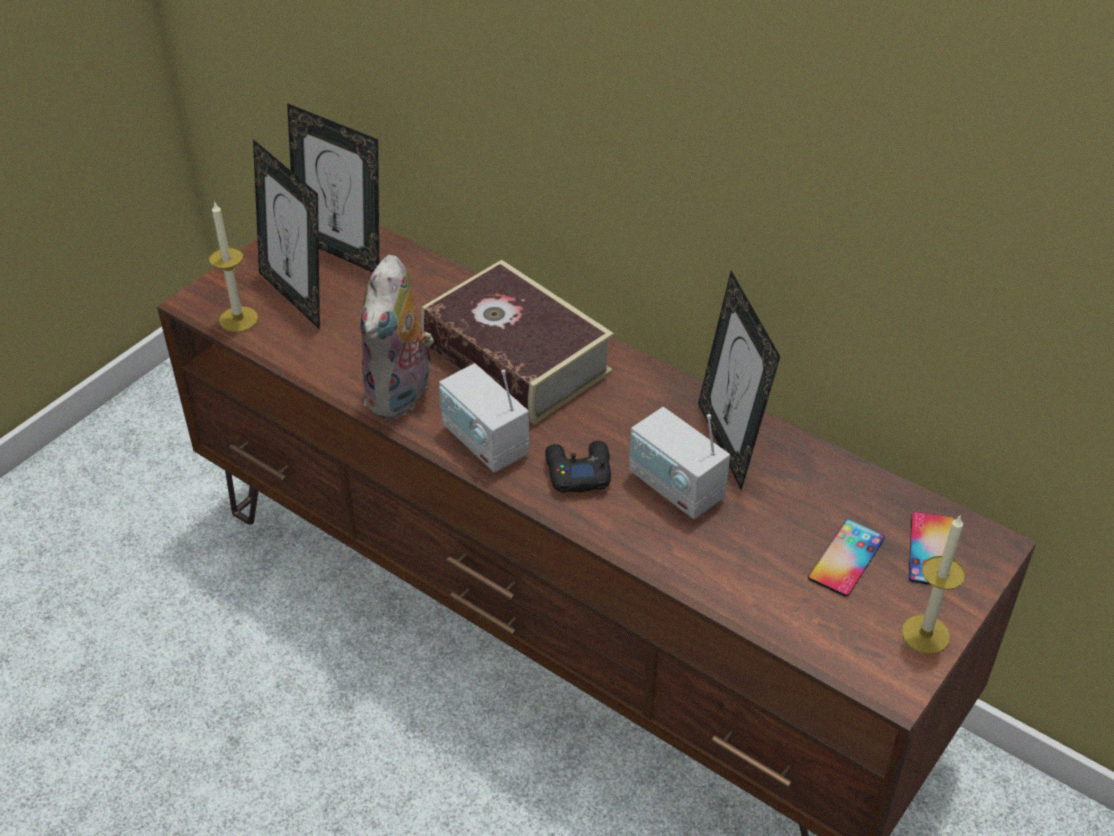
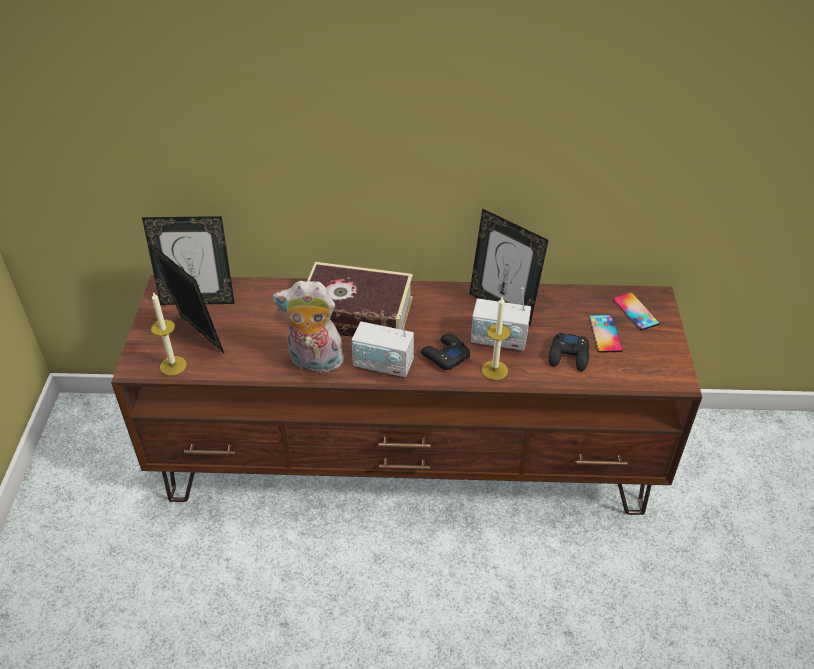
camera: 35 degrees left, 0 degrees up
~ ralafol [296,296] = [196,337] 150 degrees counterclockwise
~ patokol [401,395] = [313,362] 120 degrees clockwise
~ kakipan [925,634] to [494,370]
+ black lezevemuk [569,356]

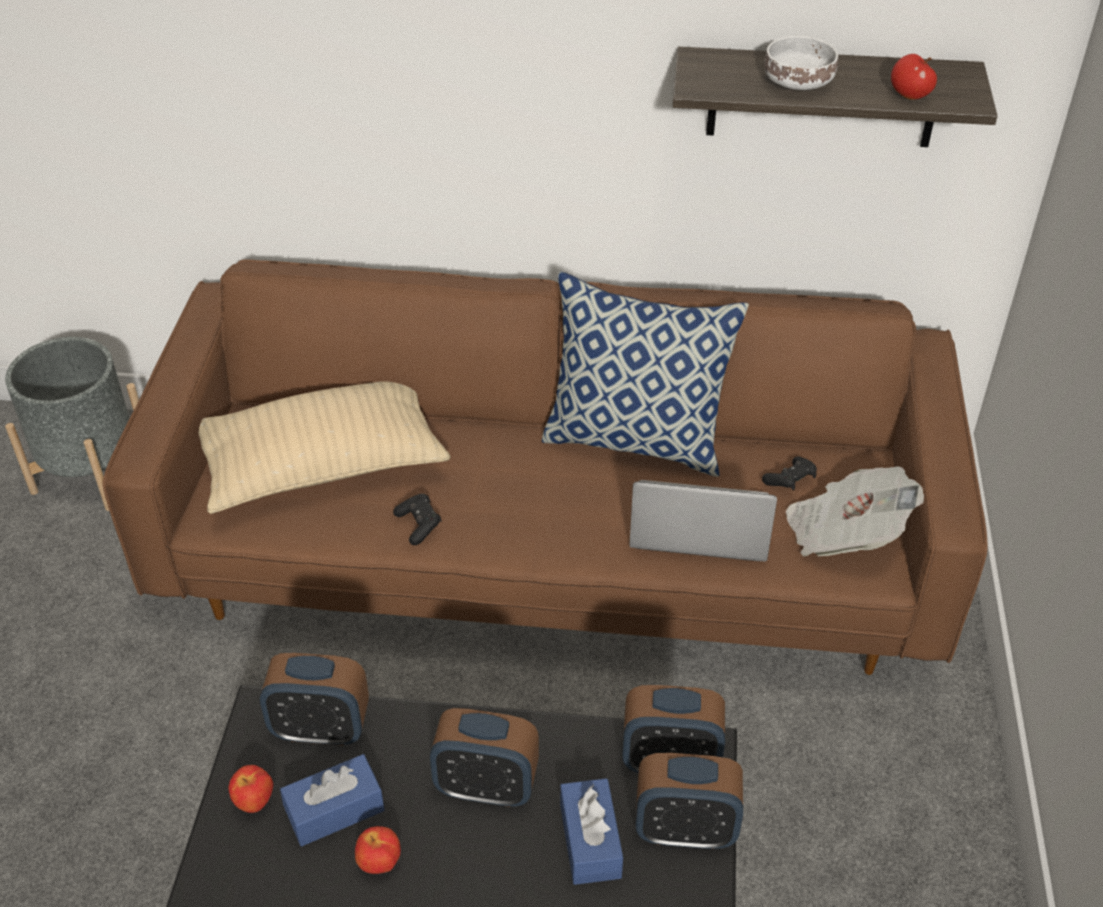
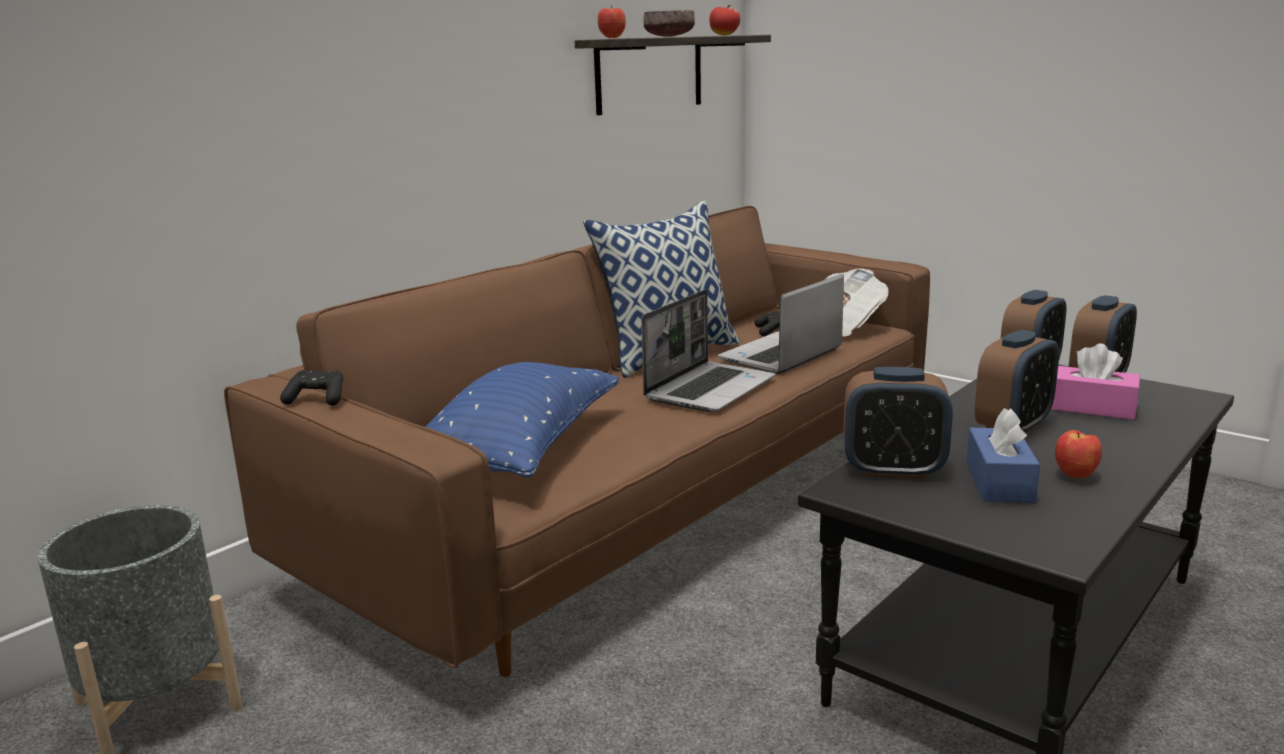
camera: 55 degrees left, 25 degrees down
~ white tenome [799,81] to brown tenome [669,36]
~ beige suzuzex [323,465] to blue suzuzex [517,450]
~ black lezevemuk [419,525] to [317,399]
~ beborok [321,729] = [893,470] 60 degrees clockwise
~ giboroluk [255,802] to [612,38]
~ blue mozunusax [590,841] to pink mozunusax [1092,407]
+ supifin [709,389]

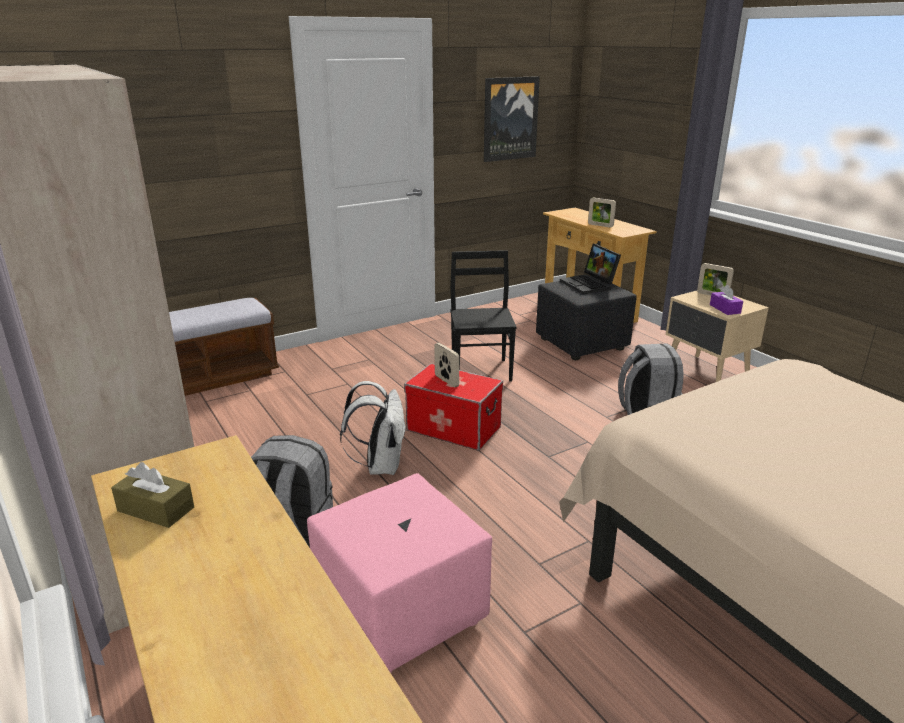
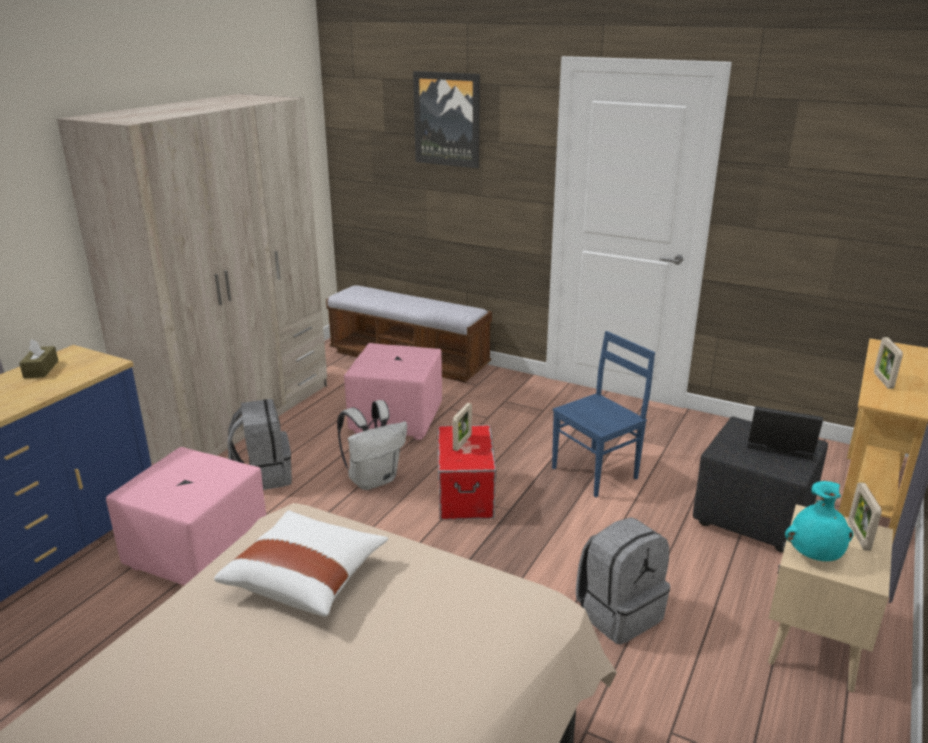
camera: 60 degrees right, 0 degrees up
~ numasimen [510,119] to [447,119]
~ supifin [590,285] = [778,446] 75 degrees clockwise
~ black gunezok [482,370] to blue gunezok [596,473]
~ purple mozunusax [725,309] to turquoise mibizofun [815,555]
+ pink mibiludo [395,421]
+ white suzuzex [307,579]

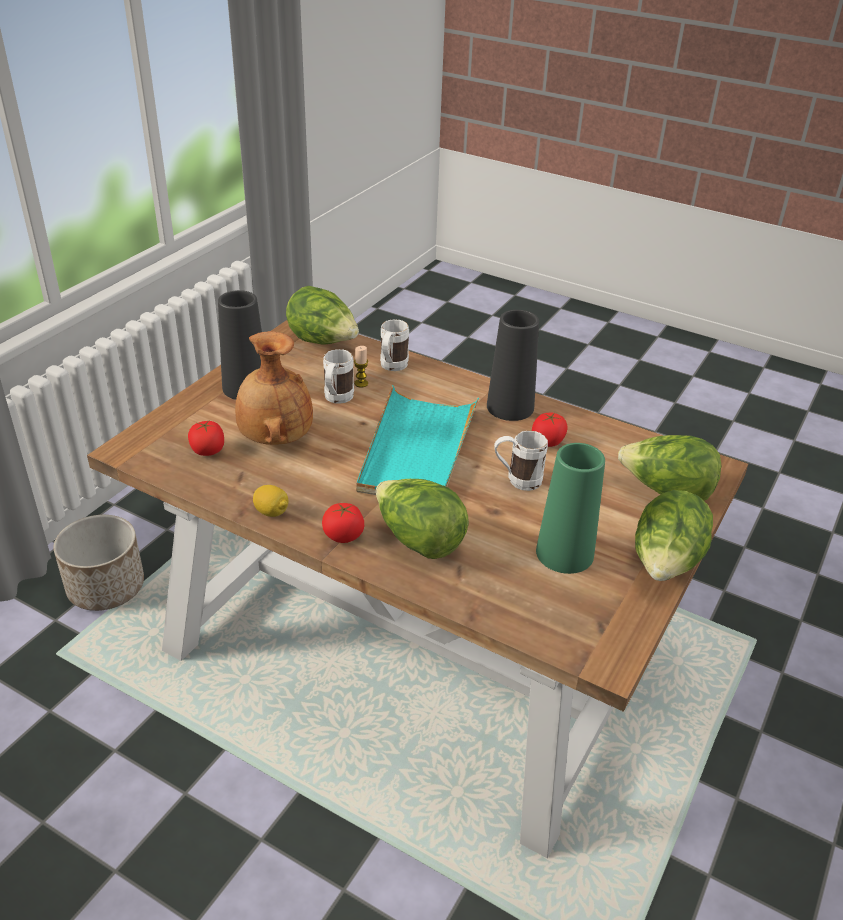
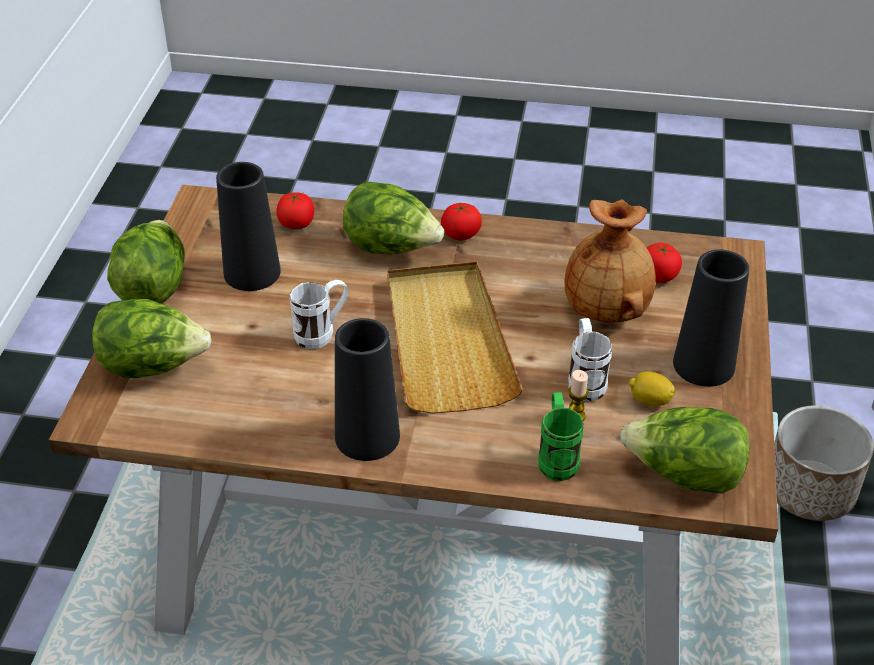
camera: 160 degrees right, 5 degrees up
~ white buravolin [391,367] to green buravolin [557,457]
~ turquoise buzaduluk [417,450] to beige buzaduluk [447,340]
~ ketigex [547,441] to [296,224]
~ green mibizofun [564,553] to black mibizofun [252,272]
~ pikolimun [271,512] to [649,401]

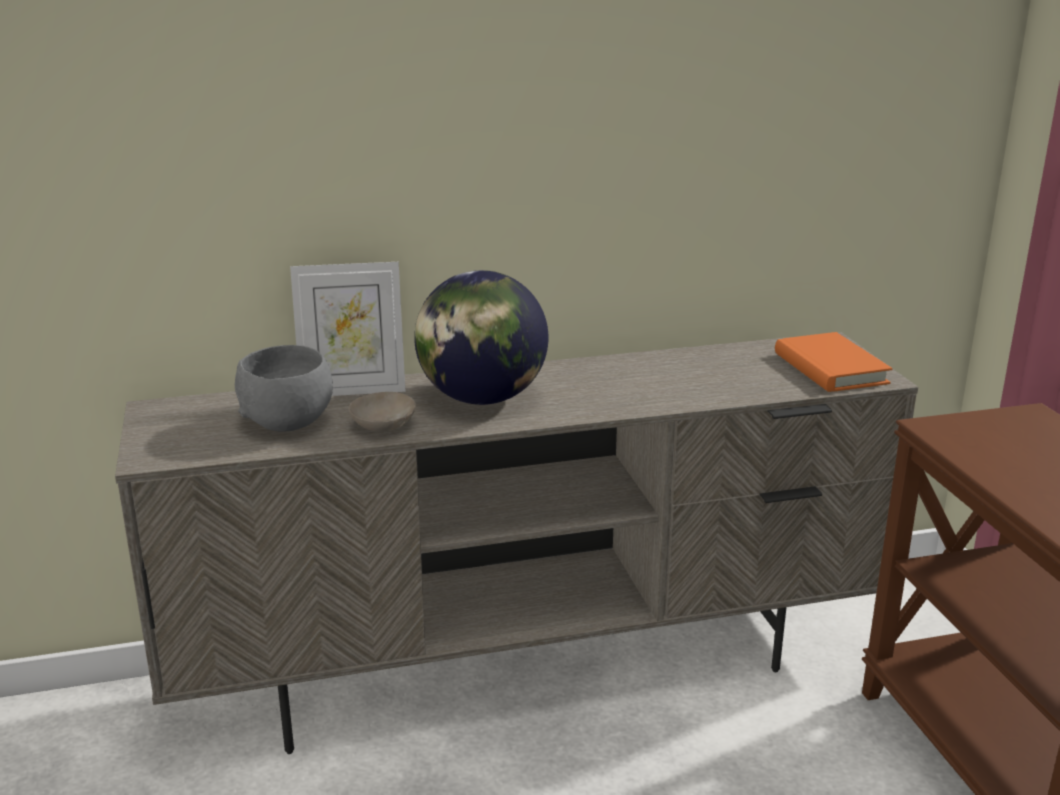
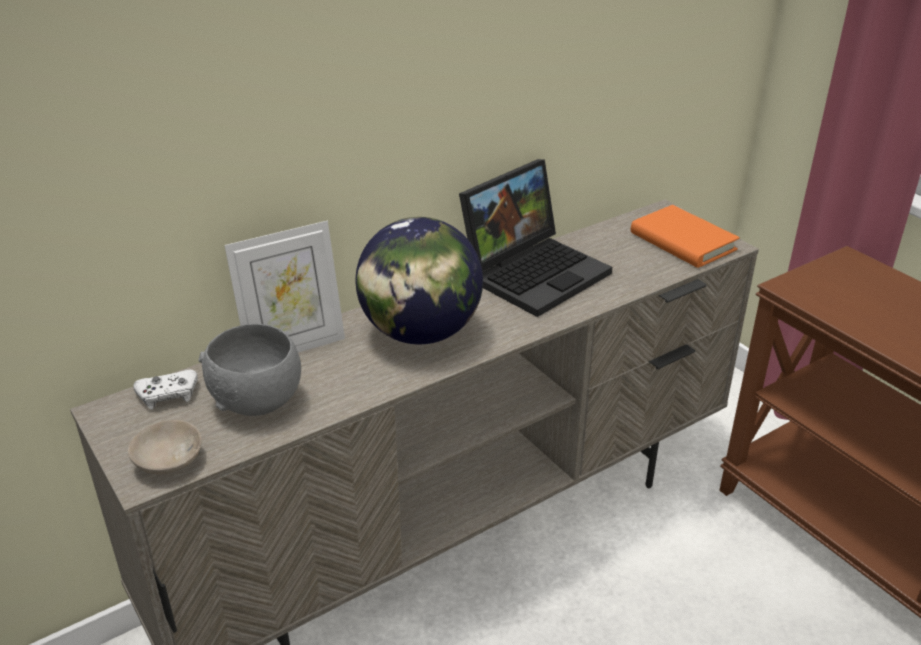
camera: 20 degrees left, 10 degrees up
~ beige tenome [382,425] to [167,460]
+ supifin [535,272]
+ white lezevemuk [168,395]

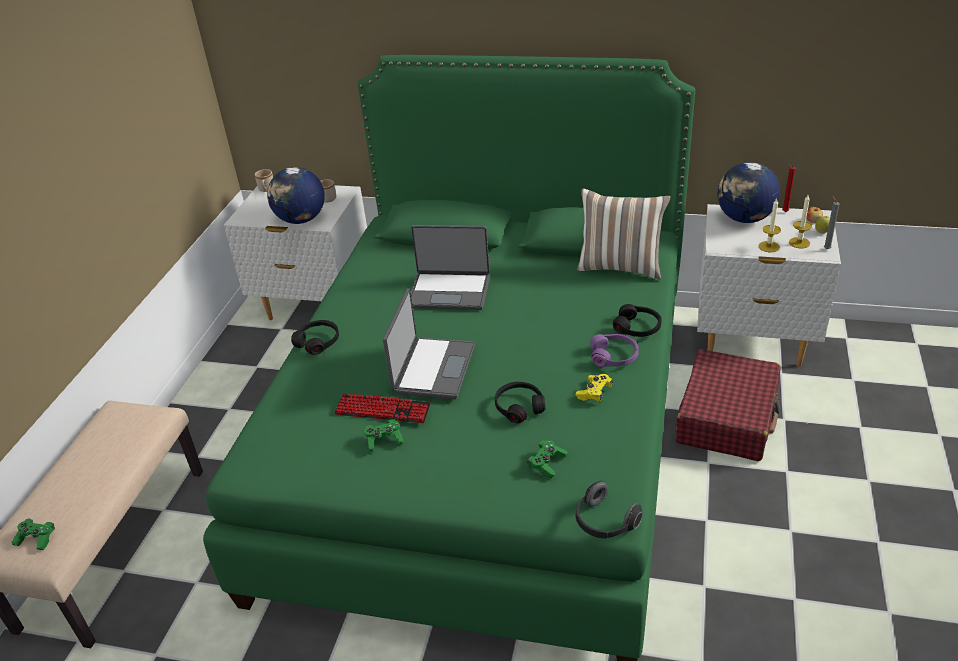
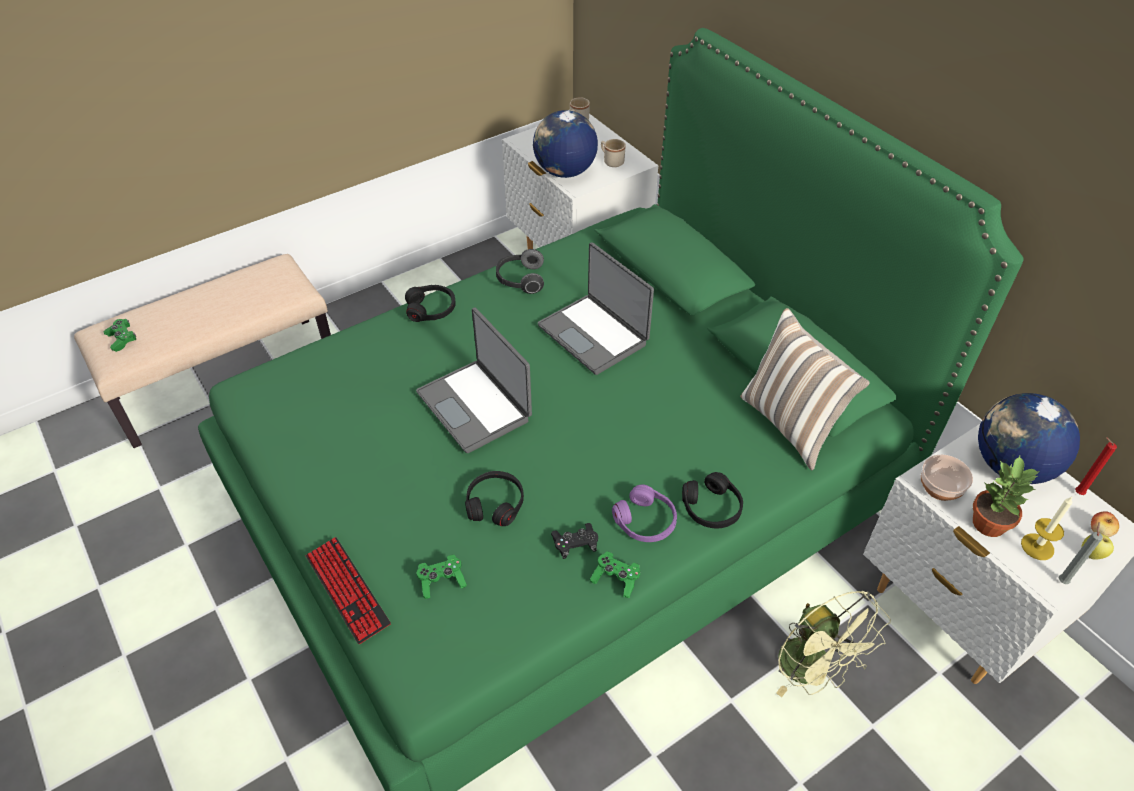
camera: 40 degrees right, 10 degrees up
~ kakipan [769,246] to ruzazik [989,523]
~ supifin [432,369] = [476,406] 90 degrees clockwise
~ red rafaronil [727,417] to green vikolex [812,670]
~ yellow lezevemuk [594,393] to black lezevemuk [575,545]
~ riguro [382,410] to [347,590]
~ green lezevemuk [384,440] to [616,579]
~ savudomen [604,523] to [520,280]
+ tenome [940,488]

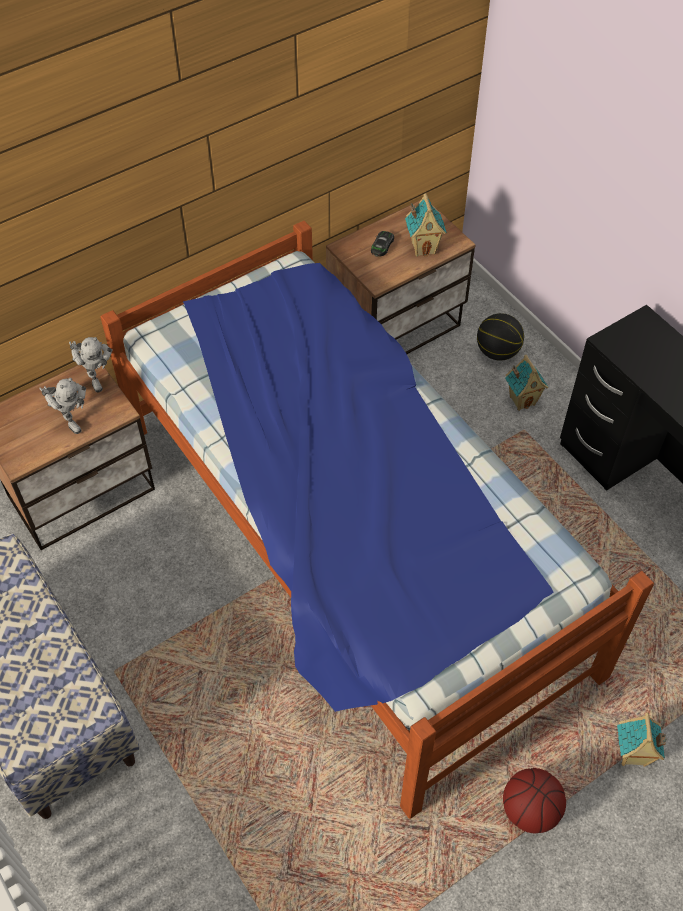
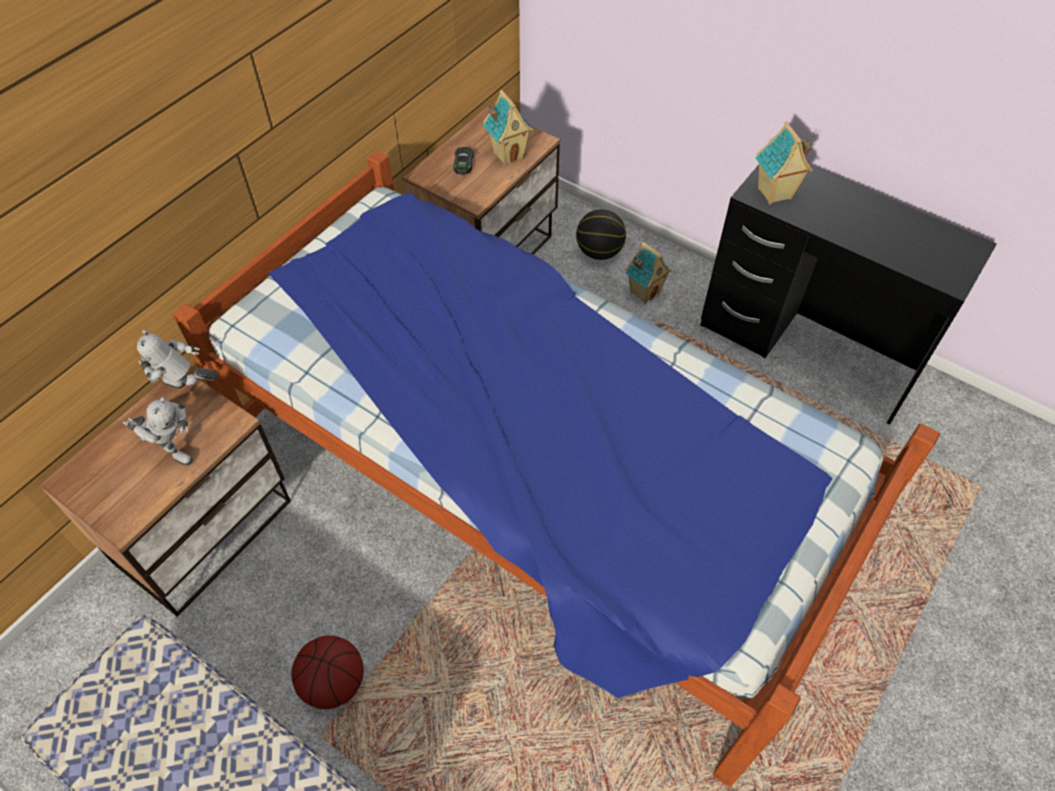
camera: 20 degrees left, 0 degrees up
~ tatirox [96,377] = [188,390] 150 degrees clockwise
~ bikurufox [632,755] to [774,194]
~ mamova [530,810] to [334,683]

